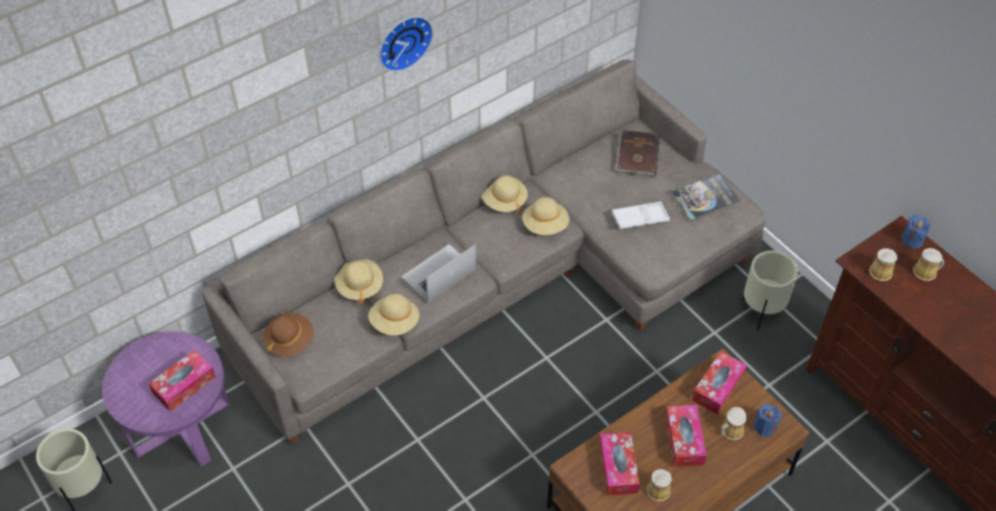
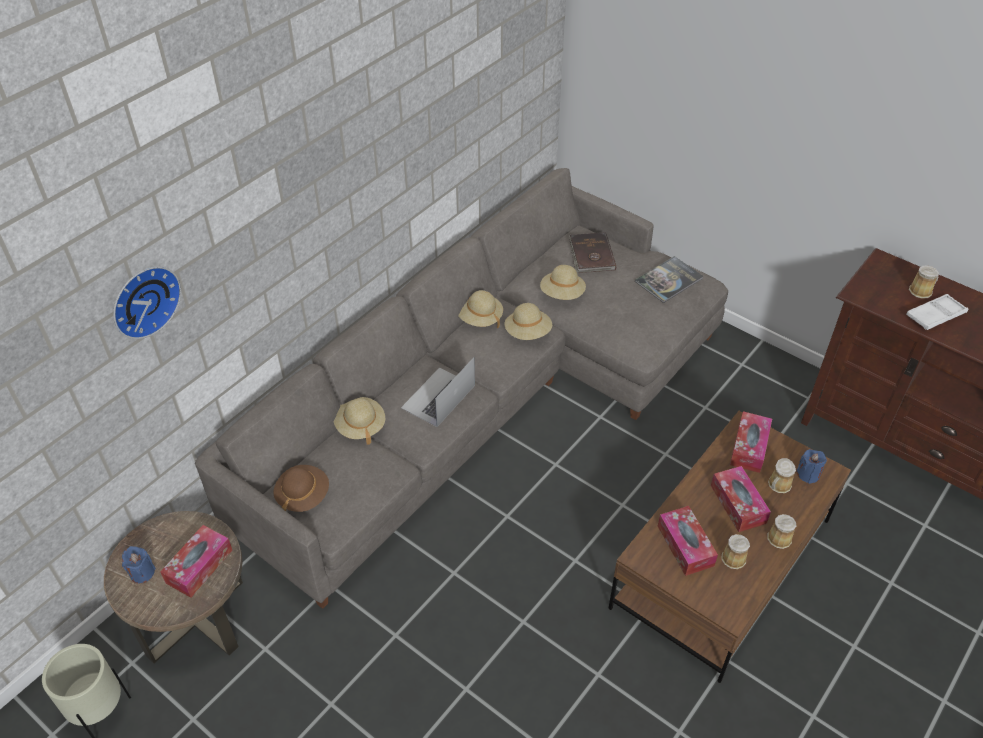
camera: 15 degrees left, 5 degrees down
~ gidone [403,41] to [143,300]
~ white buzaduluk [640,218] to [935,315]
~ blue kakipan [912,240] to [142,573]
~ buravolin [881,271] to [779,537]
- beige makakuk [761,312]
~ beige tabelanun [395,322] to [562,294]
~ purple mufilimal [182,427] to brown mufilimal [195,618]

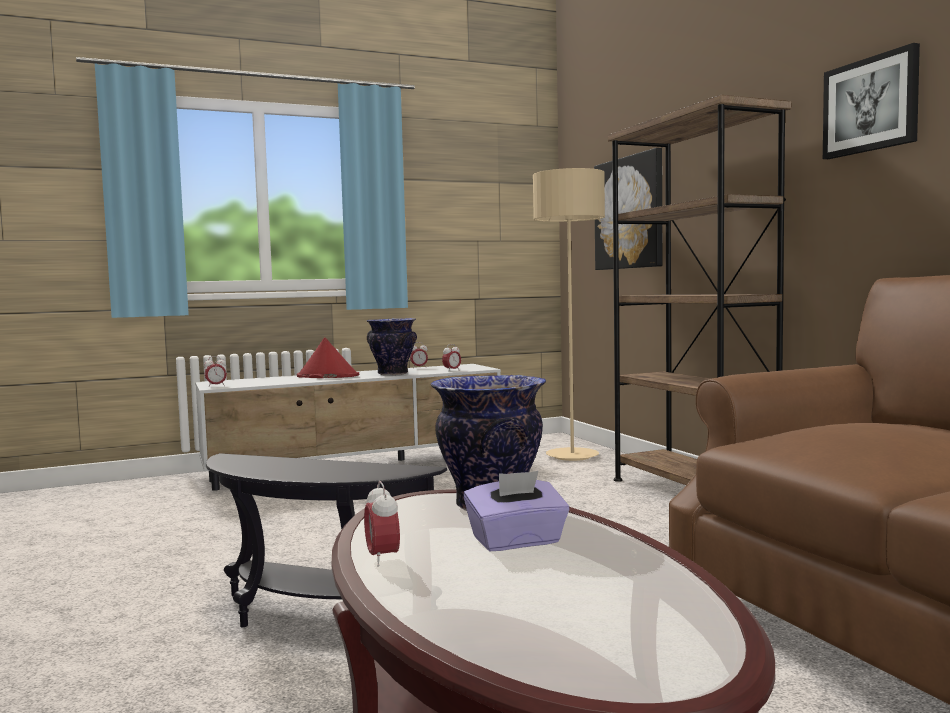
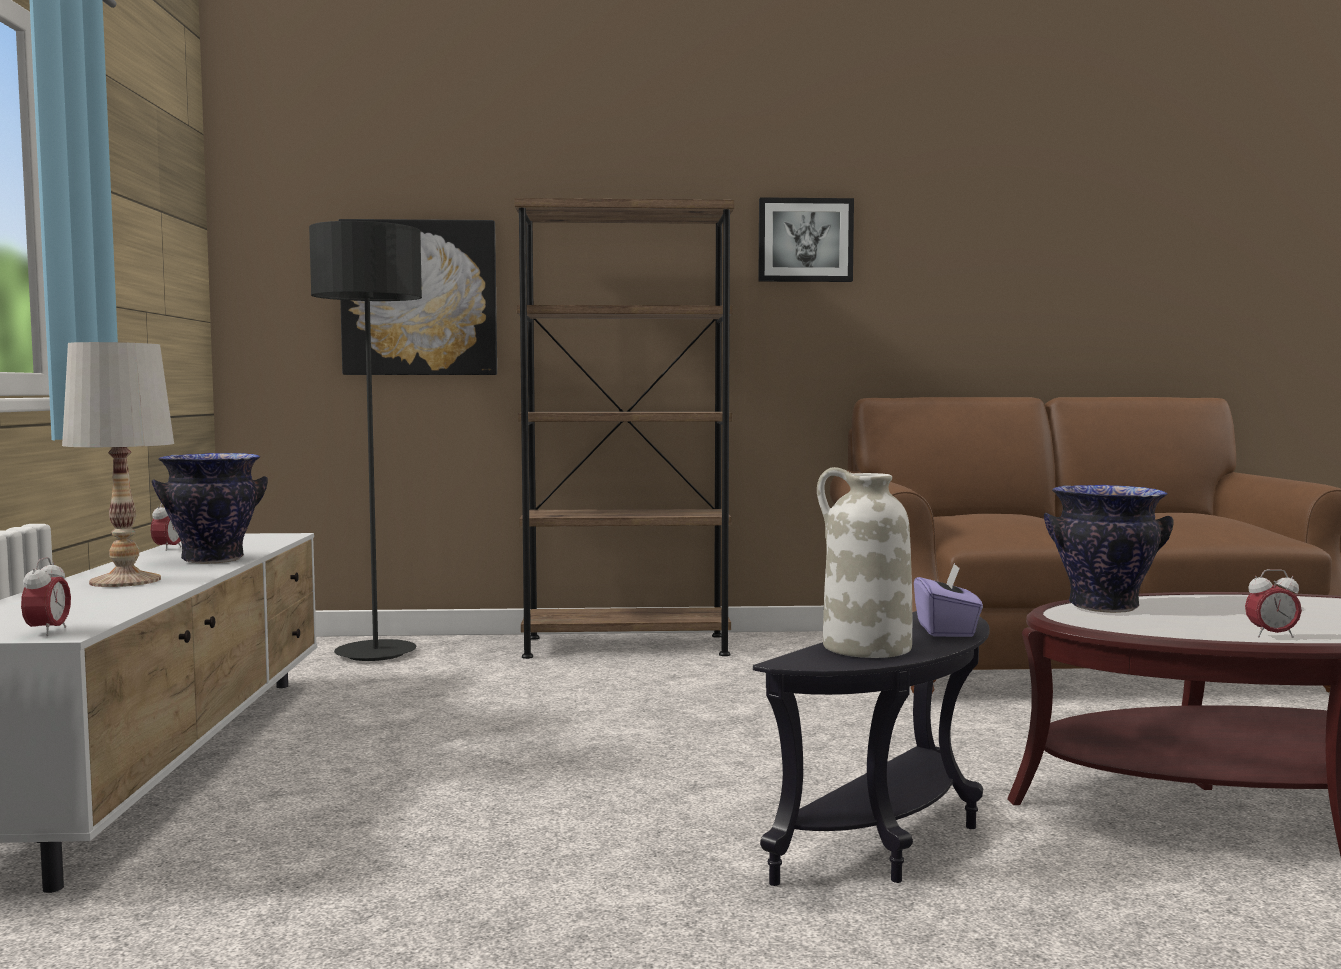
camera: 70 degrees left, 0 degrees up
~ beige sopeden [572,456] to black sopeden [375,654]
~ red tabelanun [327,376] to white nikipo [124,581]
- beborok [452,370]
~ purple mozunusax [517,541] to [946,630]
+ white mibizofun [865,648]

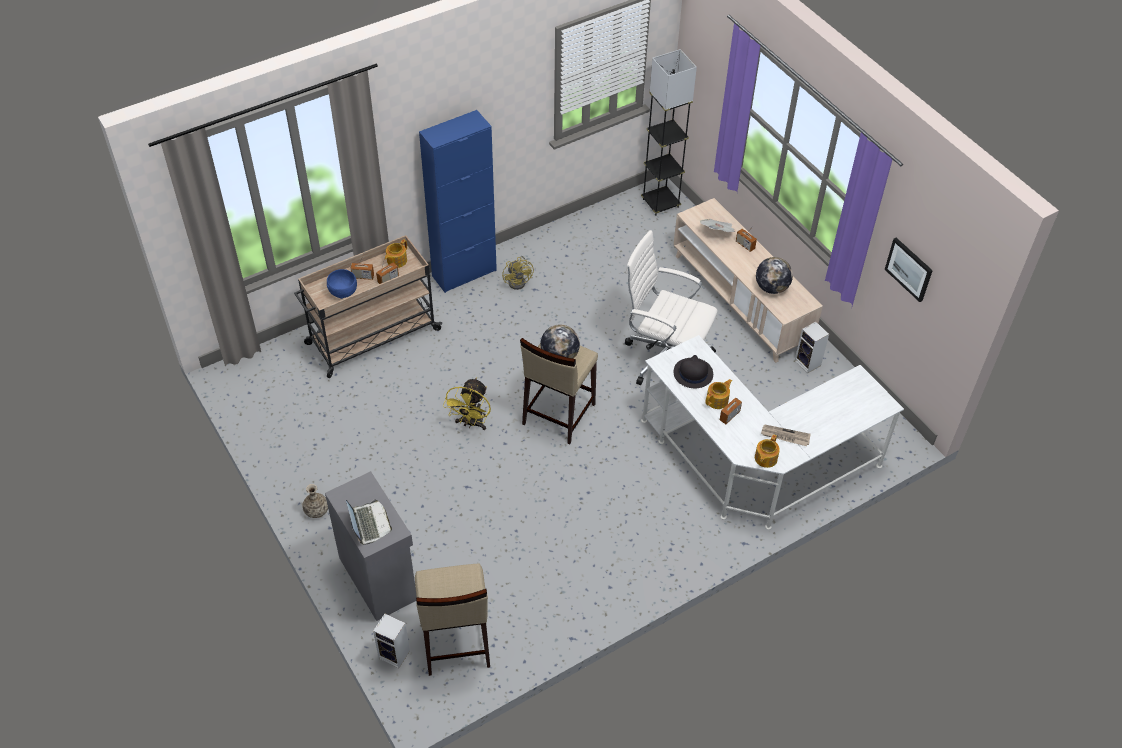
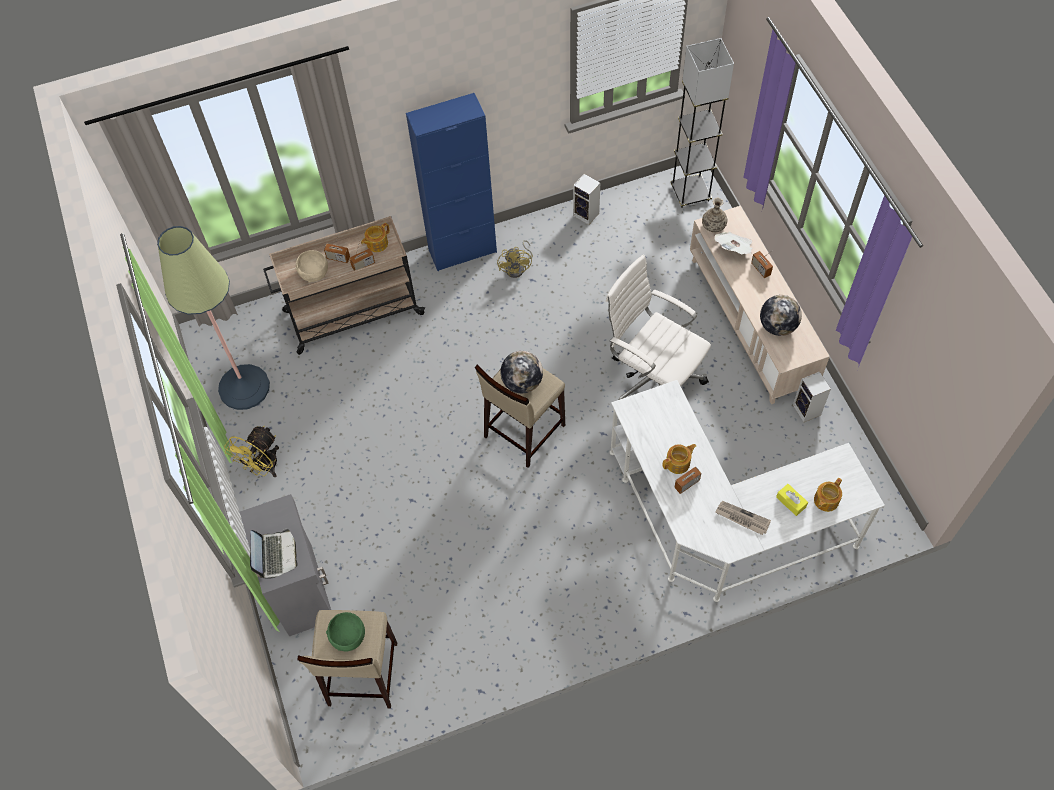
camera: 15 degrees right, 10 degrees up
- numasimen [909,269]
~ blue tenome [343,291] to beige tenome [314,273]
- black tabelanun [692,373]
~ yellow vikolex [471,423] to [263,467]
~ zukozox [765,458] to [825,500]
~ mibizofun [317,510] to [713,226]
~ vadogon [395,654] to [587,214]
+ sopeden [244,387]
+ yellow mozunusax [791,502]
+ green tenome [348,636]

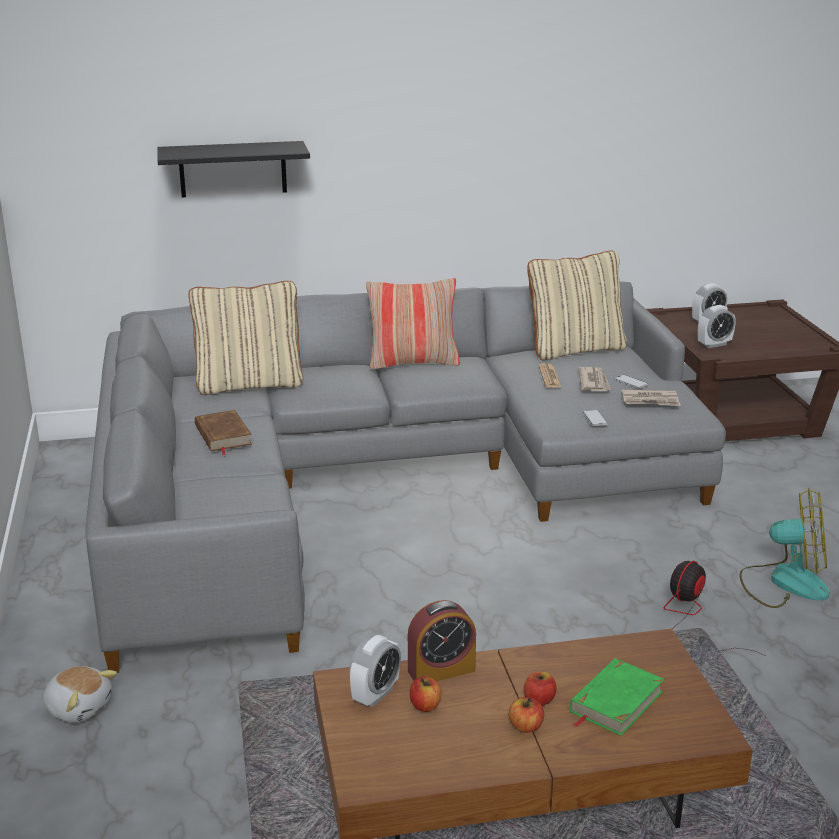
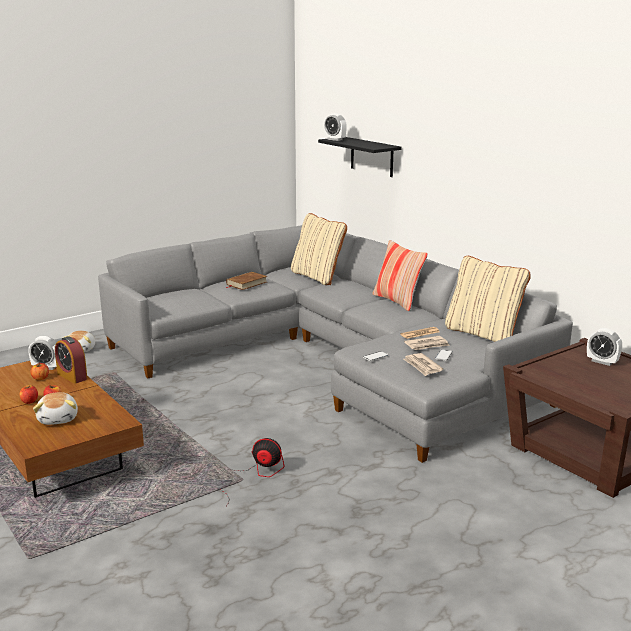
camera: 65 degrees right, 5 degrees down
~ beborok [714,344] to [335,139]
- vikolex [784,582]
~ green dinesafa [615,701] to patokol [59,419]

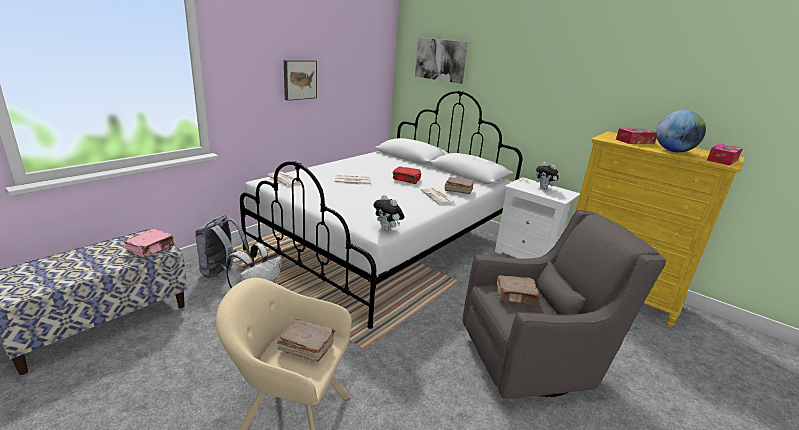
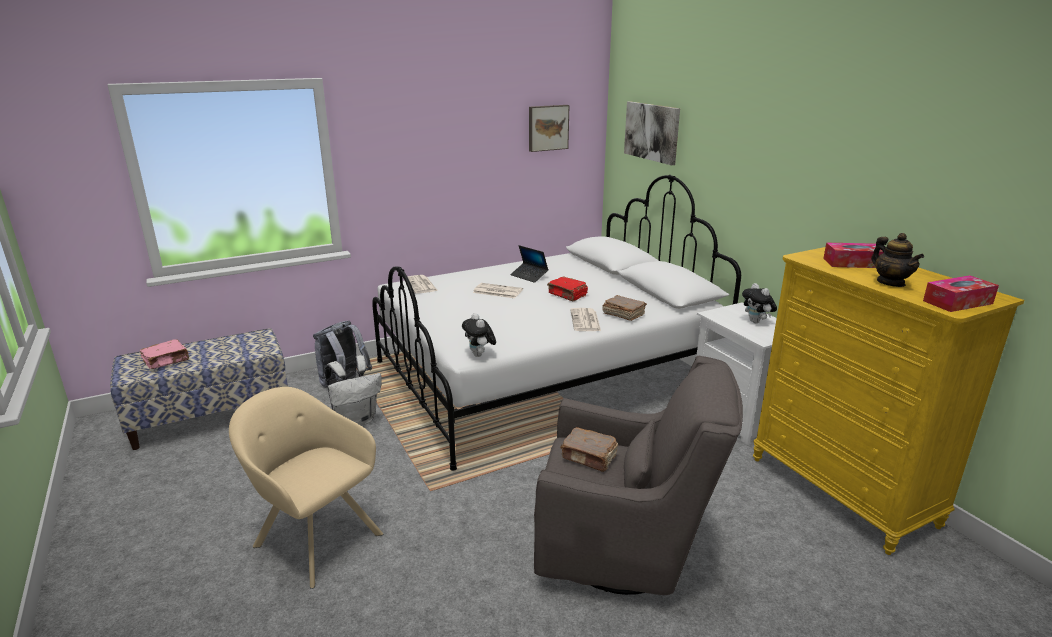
camera: 25 degrees right, 0 degrees up
~ numasimen [299,79] to [547,127]
~ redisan [673,151] to zukozox [891,283]
~ pink dinesafa [151,249] to [167,361]
- brown dinesafa [306,347]
+ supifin [529,276]

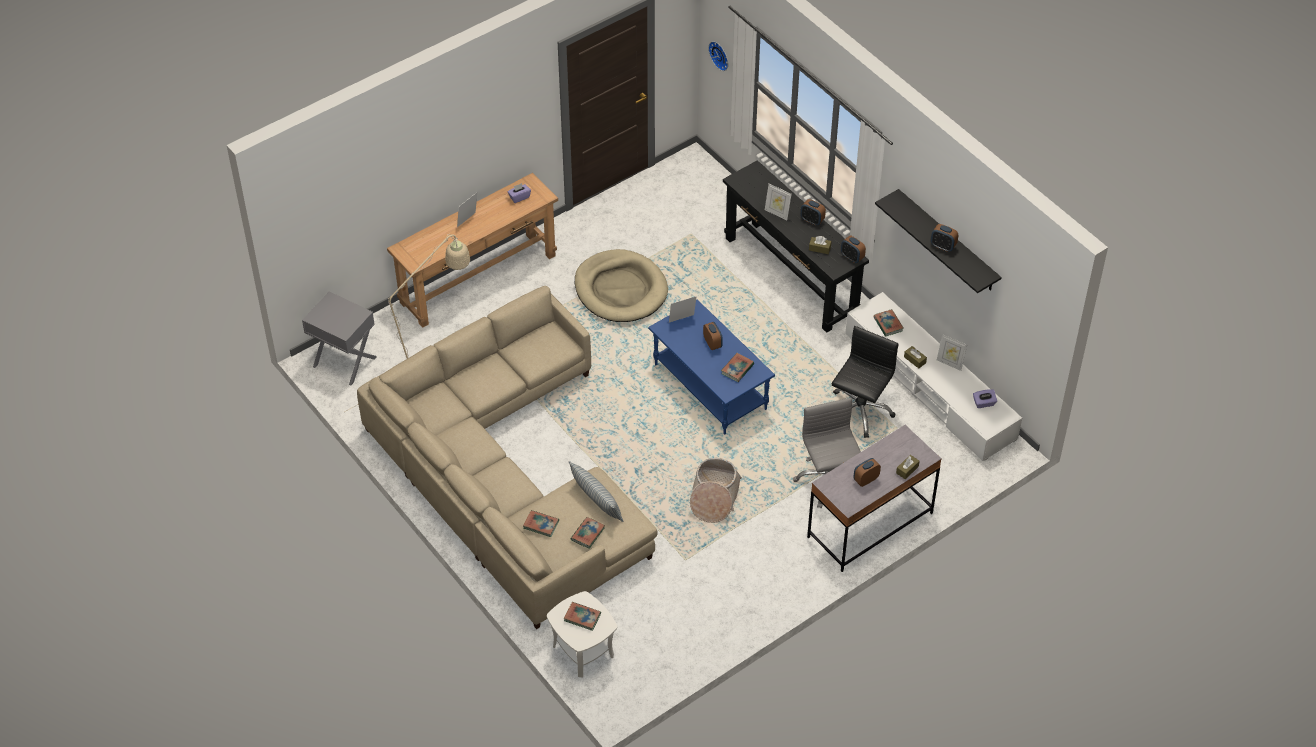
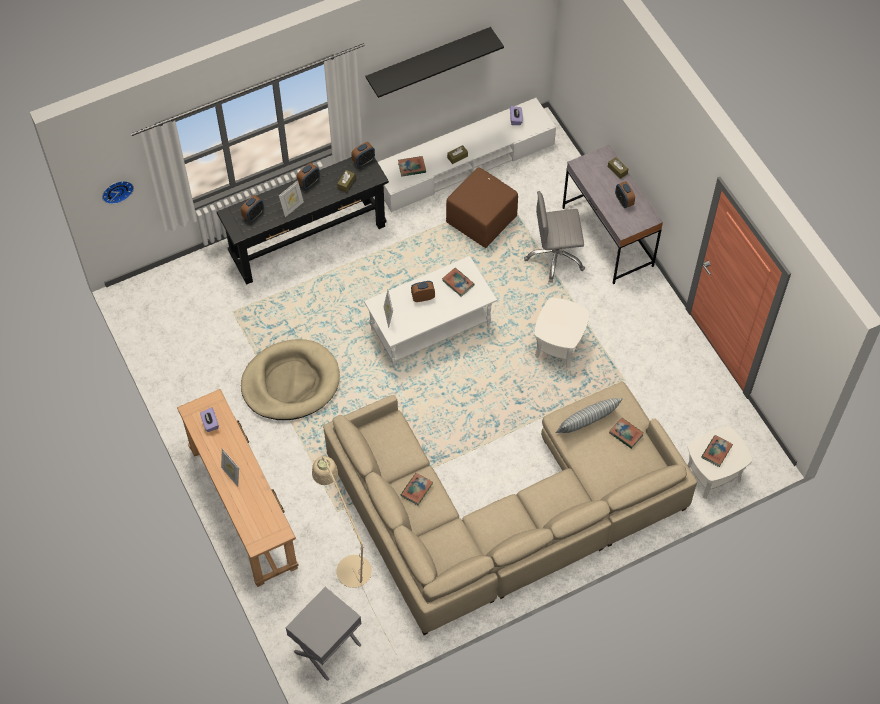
camera: 80 degrees left, 10 degrees up
~ beborok [943,246] to [253,215]
~ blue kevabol [709,387] to white kevabol [430,329]
~ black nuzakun [859,411] to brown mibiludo [481,219]
- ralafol [950,363]
~ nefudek [714,497] to white mufilimal [559,346]
~ dinesafa [541,525] to [416,490]

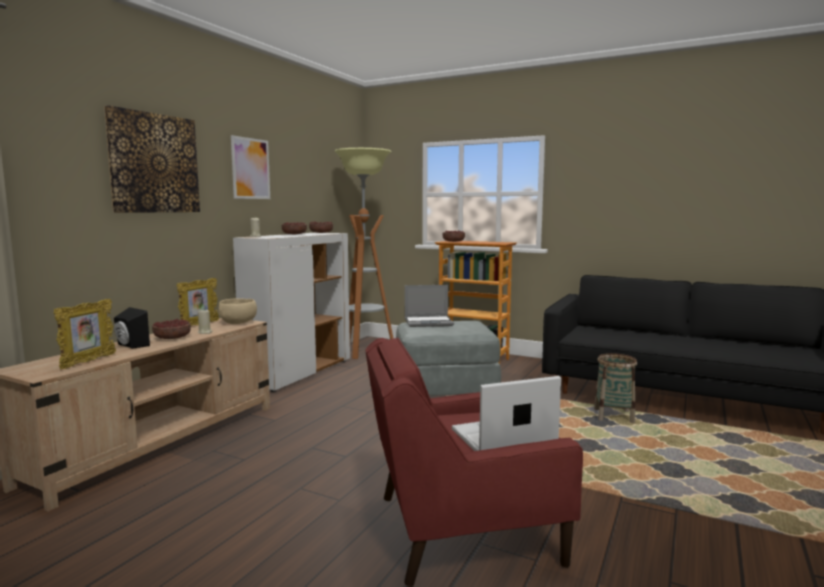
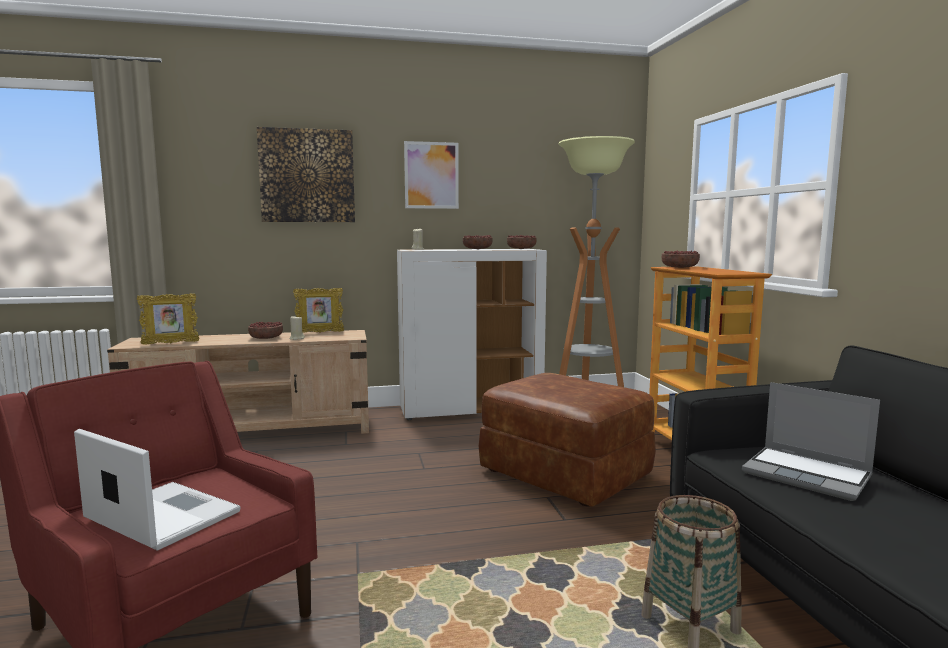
camera: 50 degrees right, 0 degrees up
~ supifin [429,322] to [808,475]
- beige tenome [238,322]
- black vadogon [130,345]
~ grey mibiludo [445,386] to brown mibiludo [566,473]

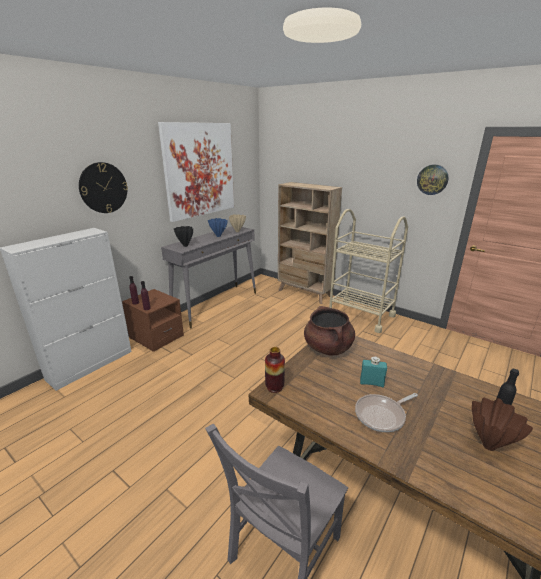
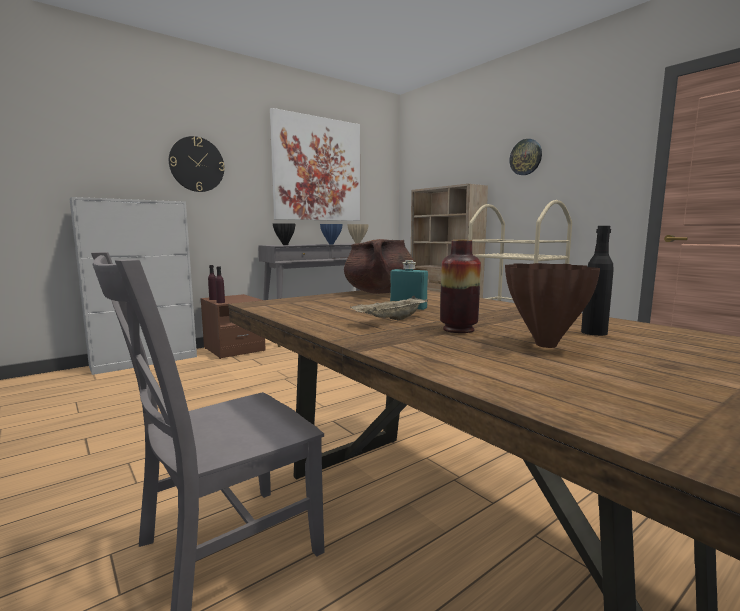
camera: 15 degrees right, 15 degrees down
~ gidone [432,179] to [526,157]
~ mibizofun [274,387] to [458,329]
~ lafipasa [382,415] to beige buzaduluk [391,320]

